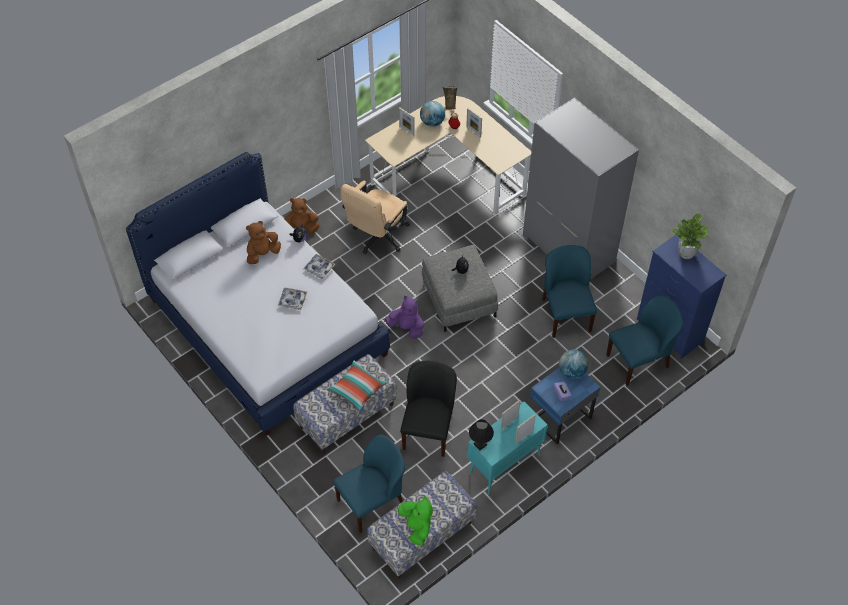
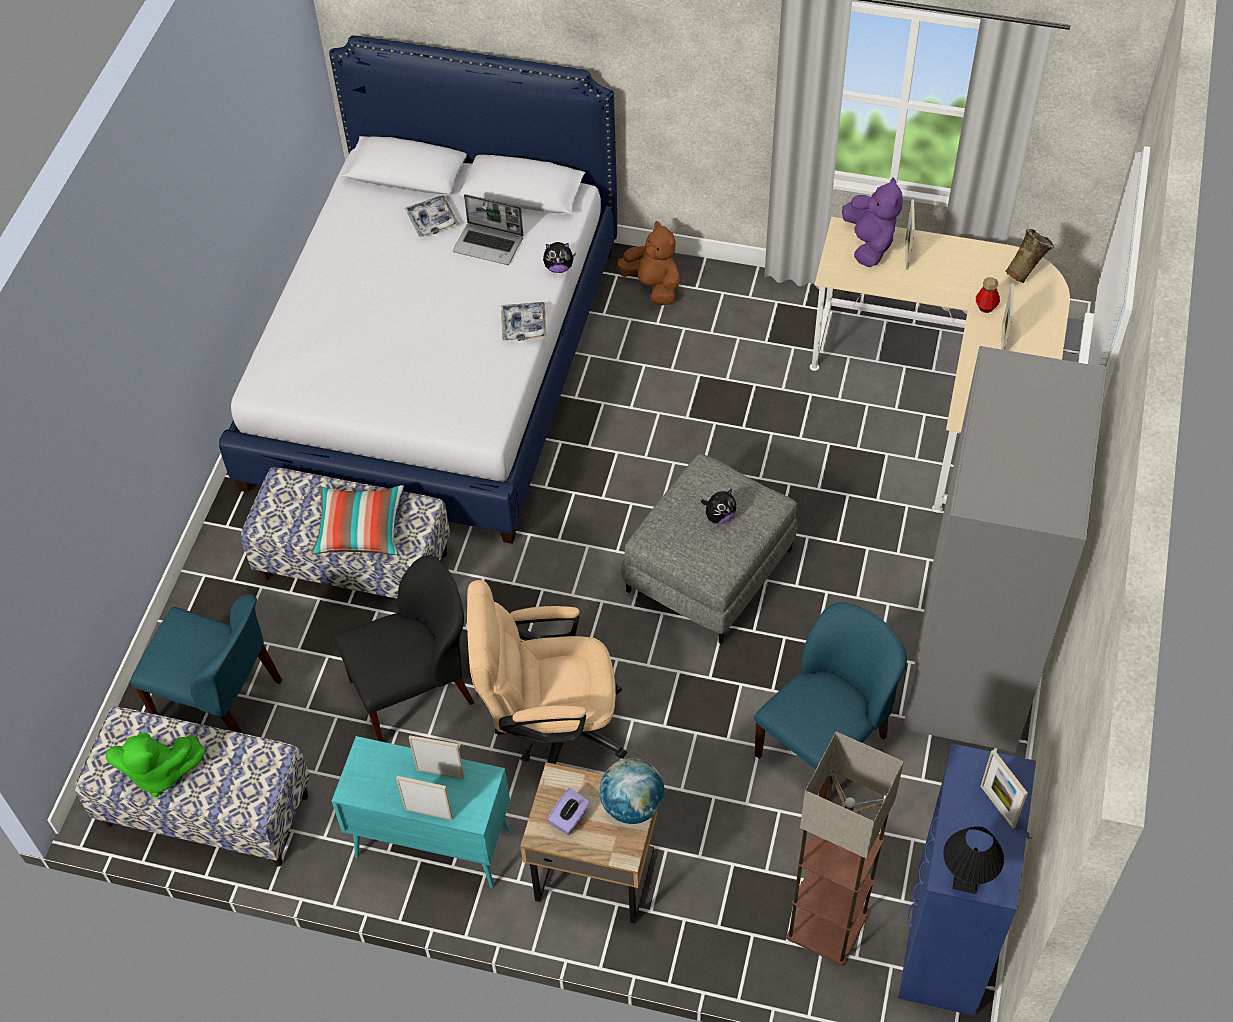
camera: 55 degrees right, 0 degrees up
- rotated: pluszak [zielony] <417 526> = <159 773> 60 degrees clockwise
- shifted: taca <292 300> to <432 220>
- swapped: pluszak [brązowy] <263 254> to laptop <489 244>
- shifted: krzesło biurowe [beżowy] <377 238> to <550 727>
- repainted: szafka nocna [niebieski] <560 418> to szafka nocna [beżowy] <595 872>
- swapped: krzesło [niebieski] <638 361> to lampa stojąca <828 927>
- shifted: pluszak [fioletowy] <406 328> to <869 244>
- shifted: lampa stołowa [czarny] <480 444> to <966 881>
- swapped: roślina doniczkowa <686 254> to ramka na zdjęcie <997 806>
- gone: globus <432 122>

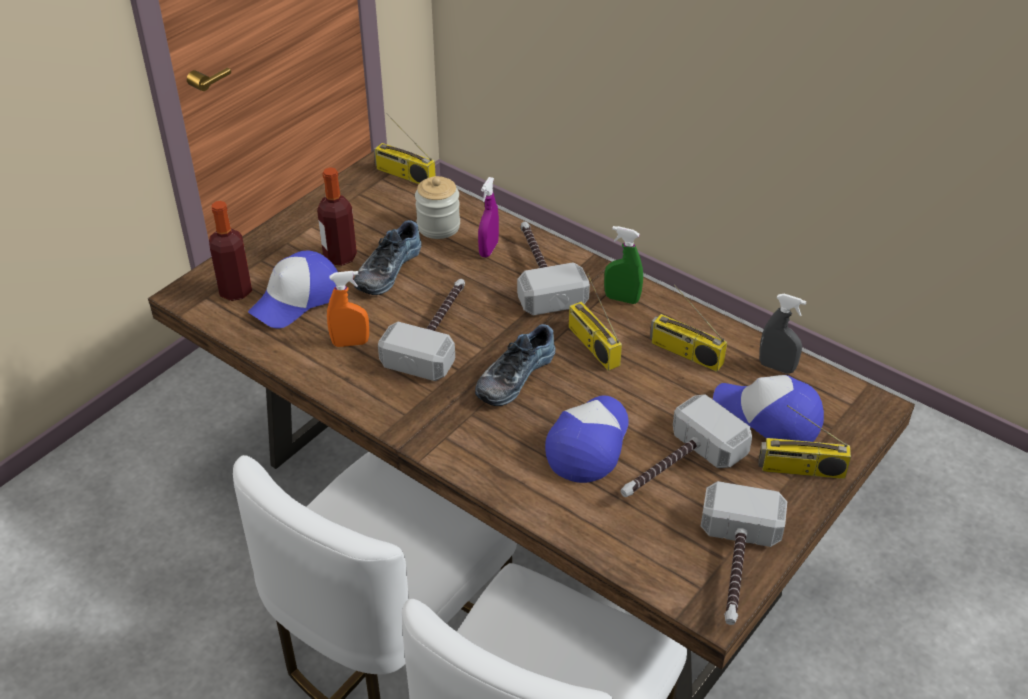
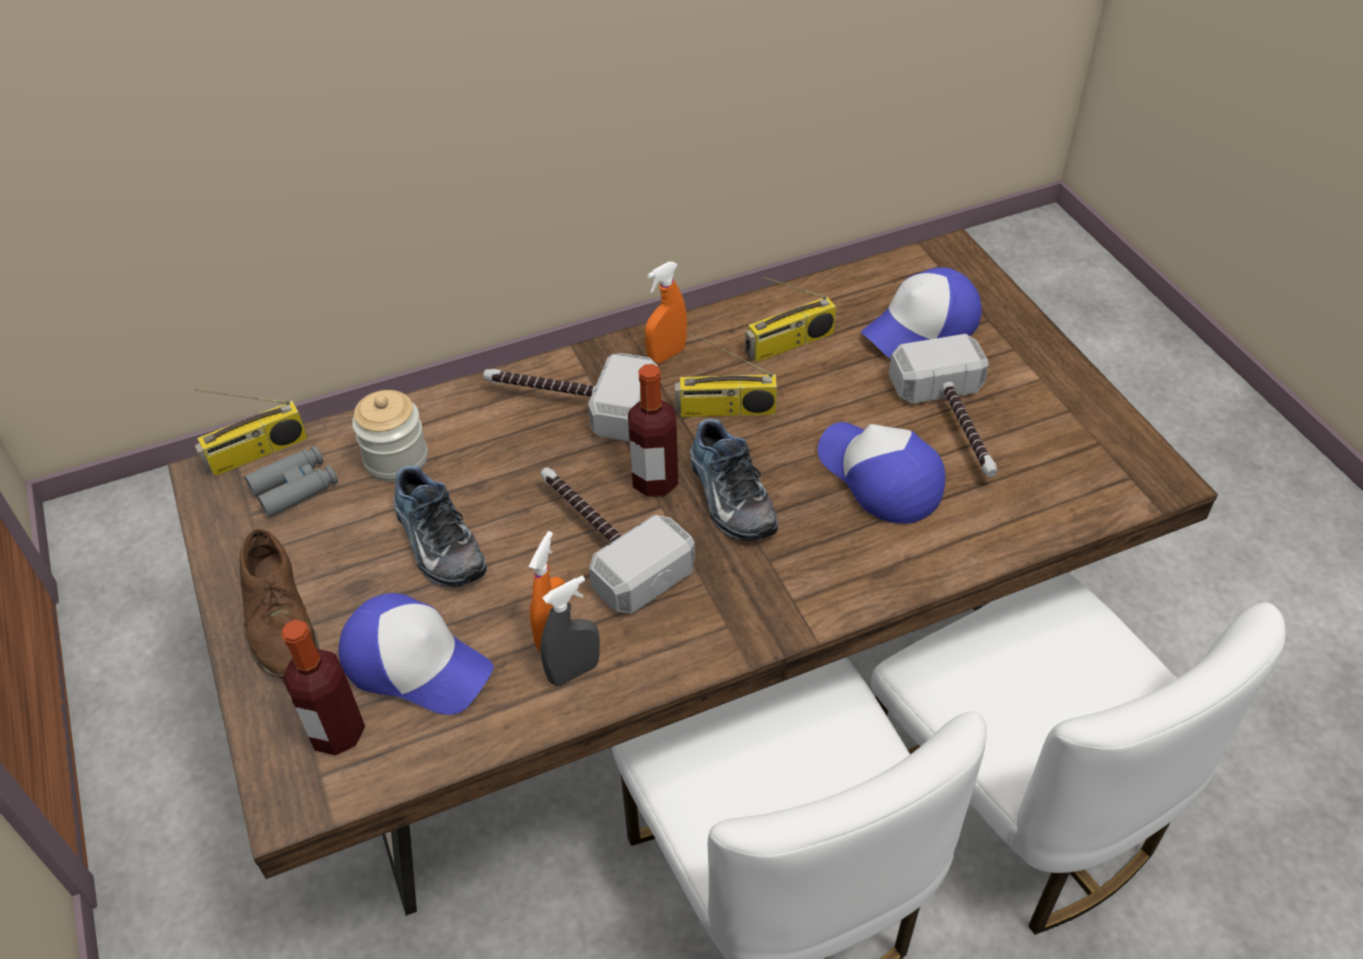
camera: 60 degrees left, 5 degrees up
- new: but [brązowy] <280 619>
- new: lornetka [szary] <295 487>
- rotated: czapka z daszkiem <297 299> = <416 664> 45 degrees counterclockwise
- shifted: spryskiwacz [szary] <776 367> to <574 672>
- shifted: butelka <340 257> to <655 481>
- repainted: spryskiwacz [zielony] <621 299> to spryskiwacz [pomarańczowy] <666 355>
- gone: spryskiwacz [fioletowy] <488 249>
- gone: młotek <736 568>
- gone: radio <801 470>

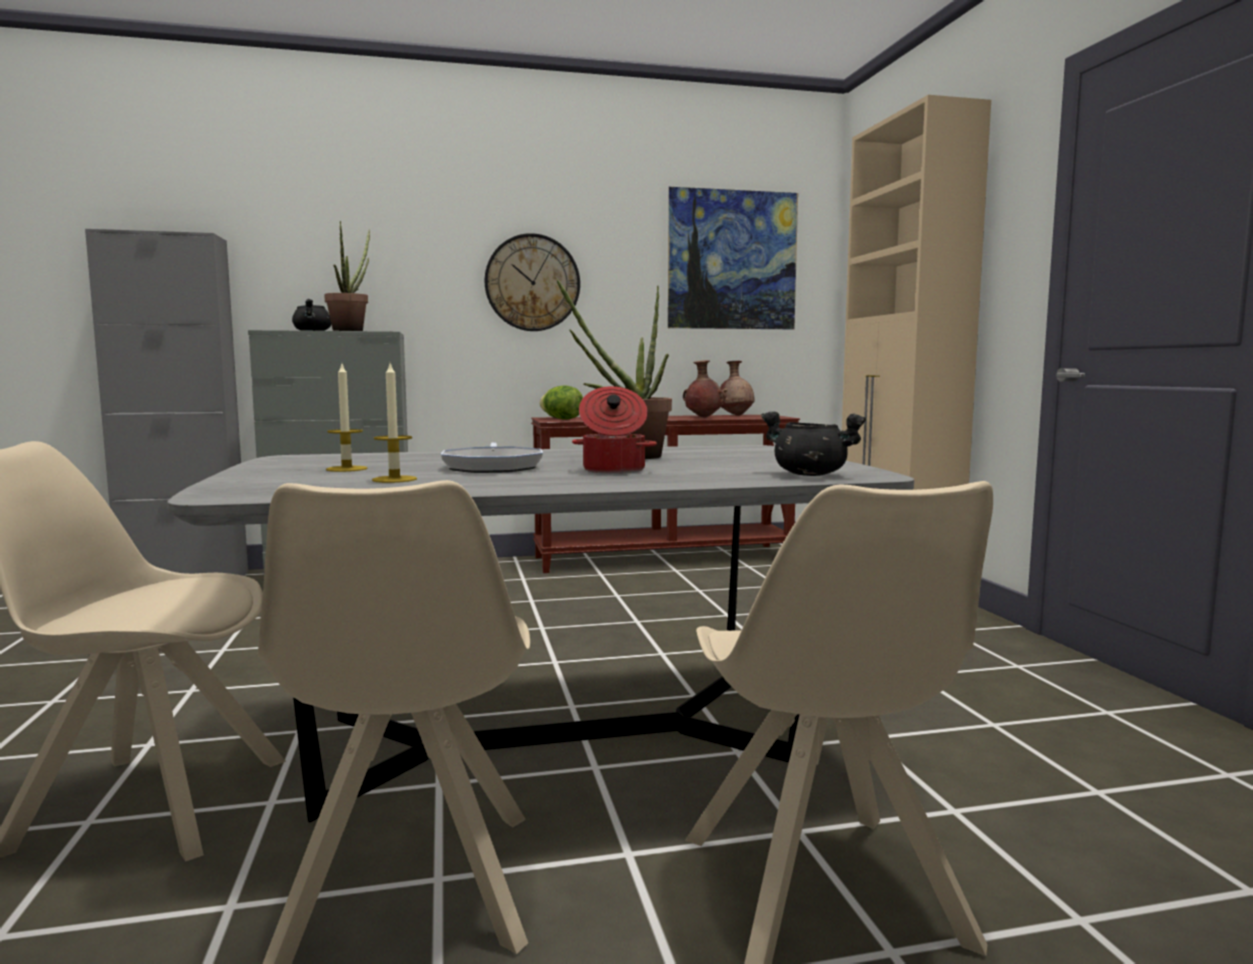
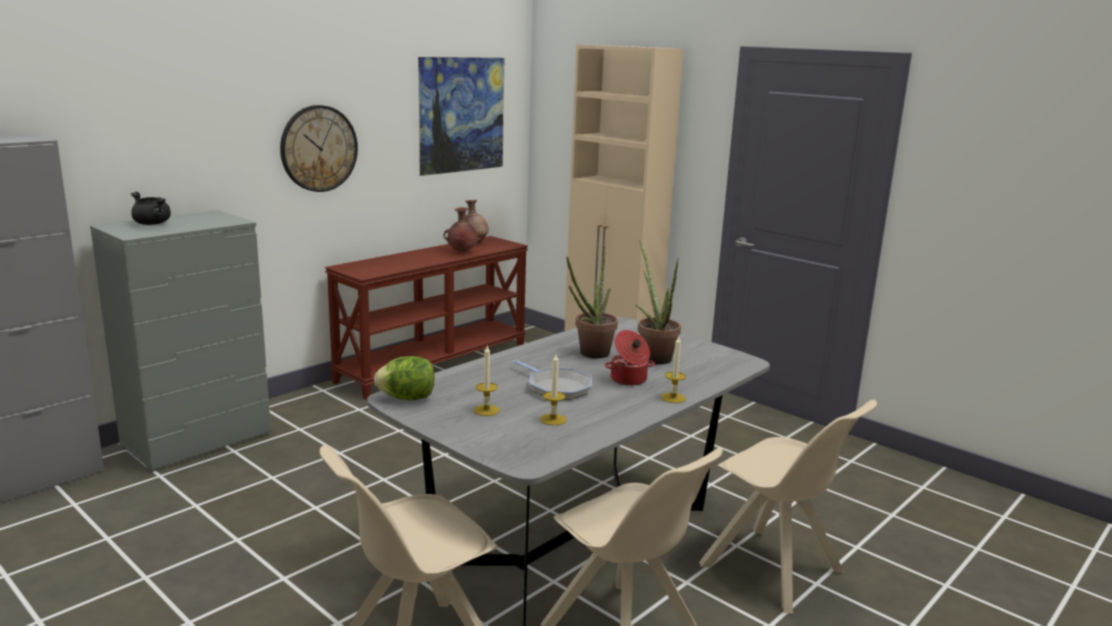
camera: 35 degrees left, 10 degrees up
- shifted: sałata <562 419> to <407 398>
- shifted: roślina doniczkowa <351 331> to <653 356>
- new: świeca <673 398>
- gone: garnek [czarny] <809 475>

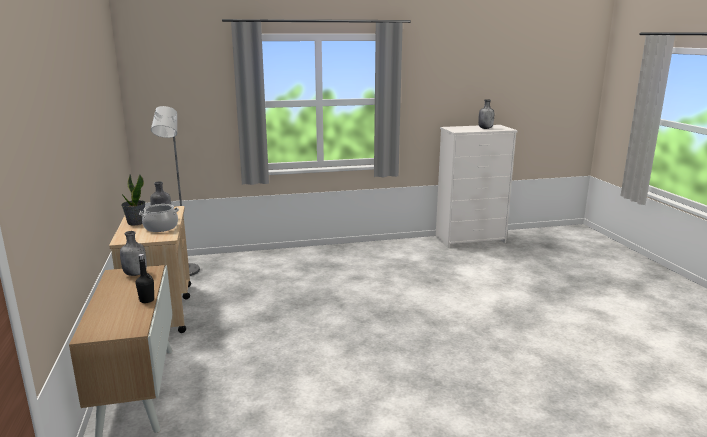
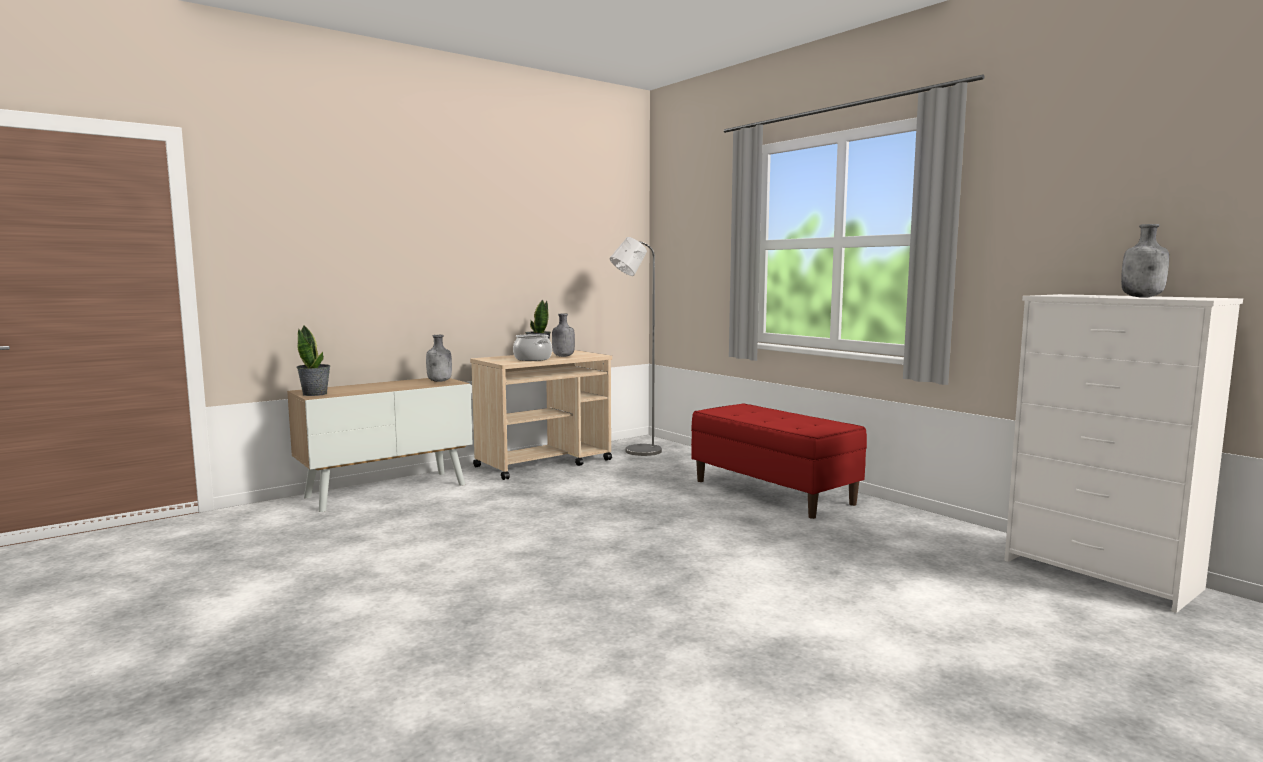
camera: 65 degrees right, 10 degrees down
- new: roślina doniczkowa <315 394>
- new: ławka [czerwony] <773 492>
- gone: butelka [czarny] <147 300>

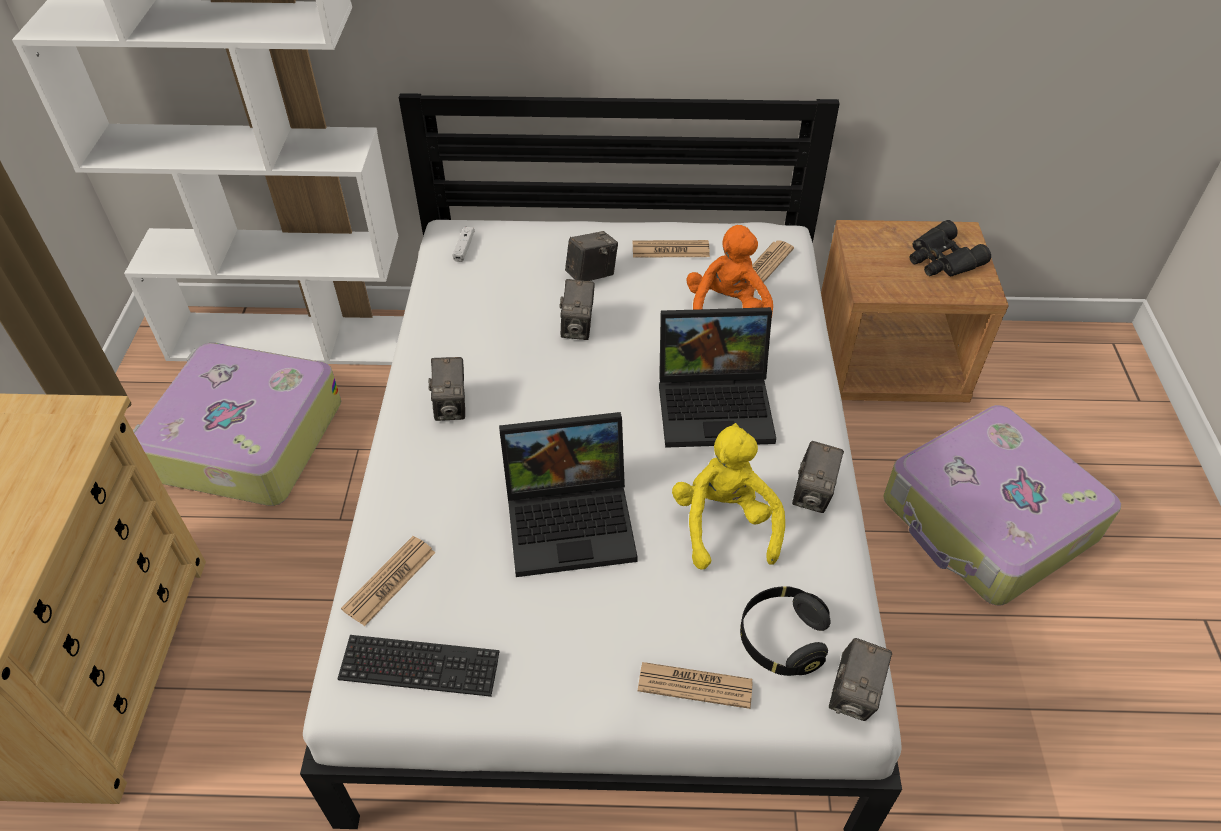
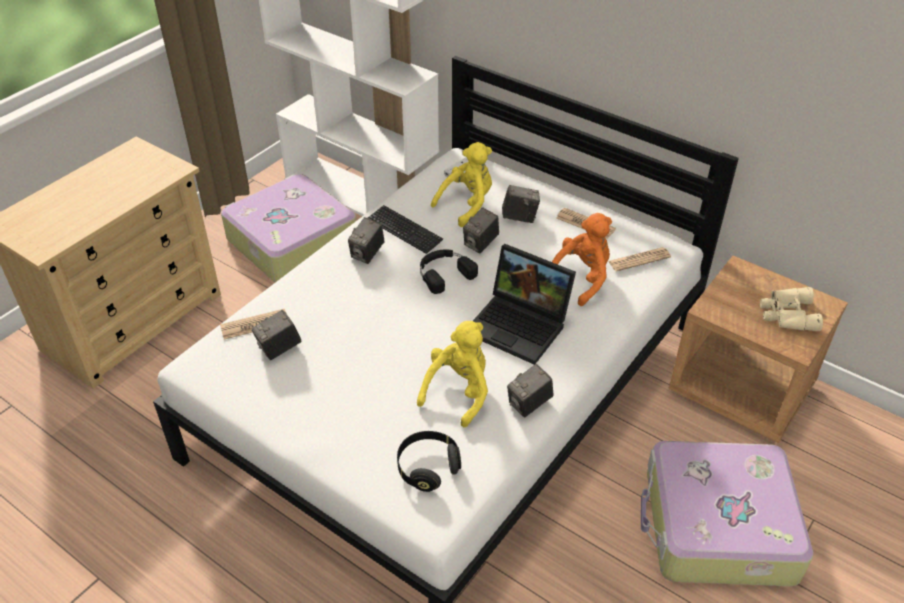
camera: 35 degrees right, 5 degrees down
- shifted: aparat fotograficzny <853 694> to <279 349>
- shifted: klawiatura <420 667> to <404 230>
- new: słuchawki [czarny] <444 273>
- new: pluszak [żółty] <467 204>
- repainted: lornetka [czarny] <941 260> to lornetka [beżowy] <787 314>
- gone: laptop <573 519>
- gone: gazeta <695 685>

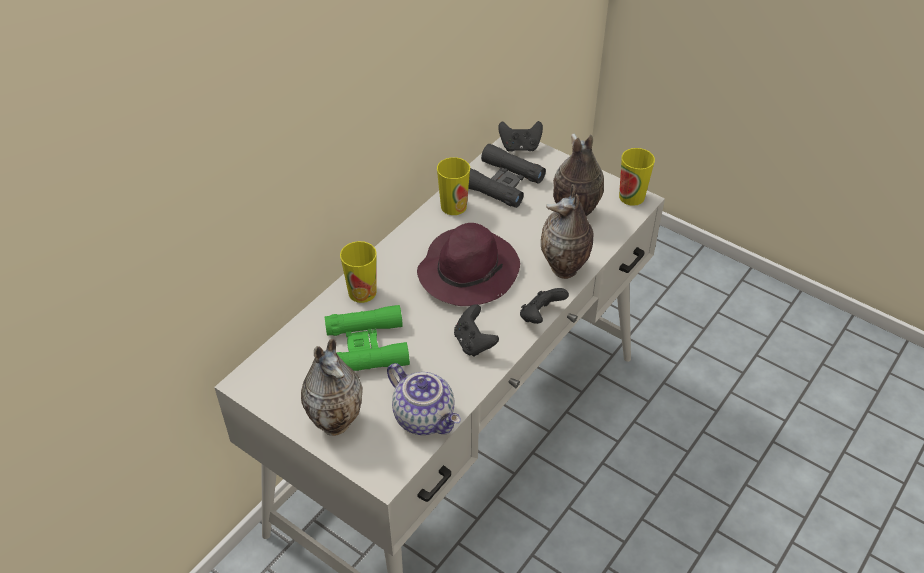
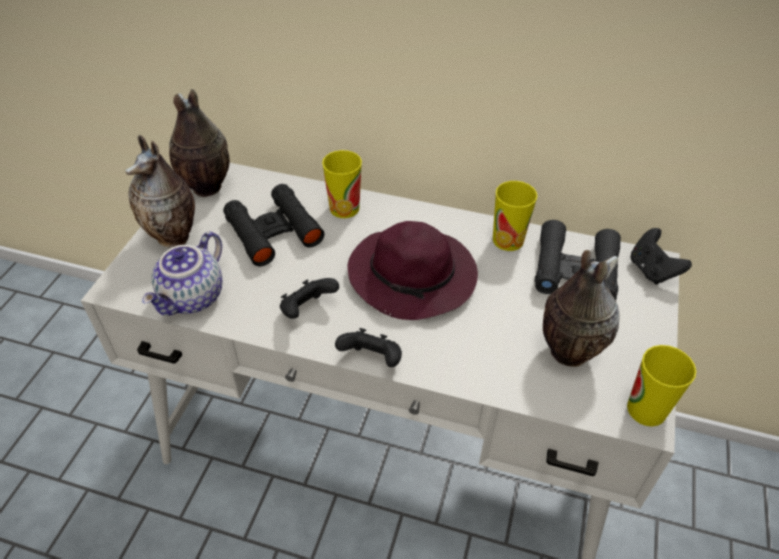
camera: 70 degrees right, 0 degrees up
- shifted: wazon <565 269> to <206 189>
- repainted: lornetka [zielony] <367 347> to lornetka [czarny] <273 231>

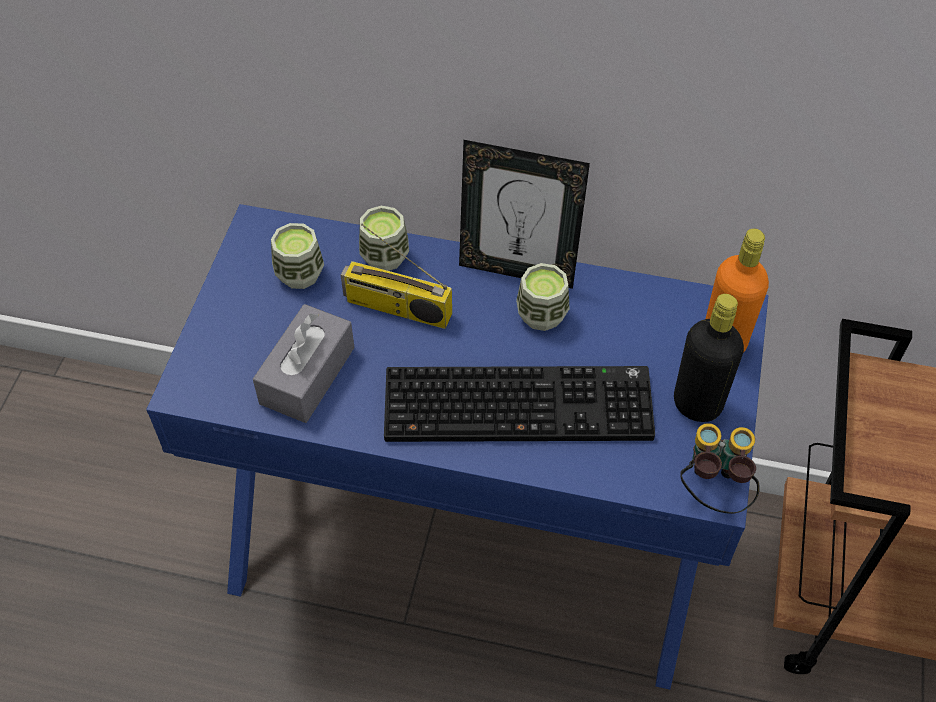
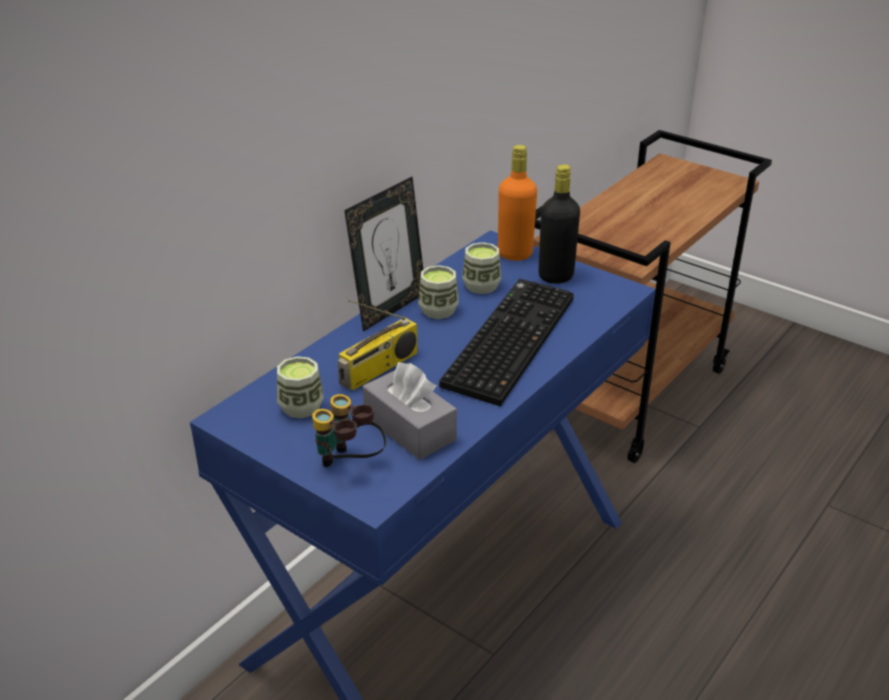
camera: 65 degrees left, 20 degrees down
- shifted: lornetka <712 491> to <349 464>
- shifted: filiżanka <384 256> to <481 286>

